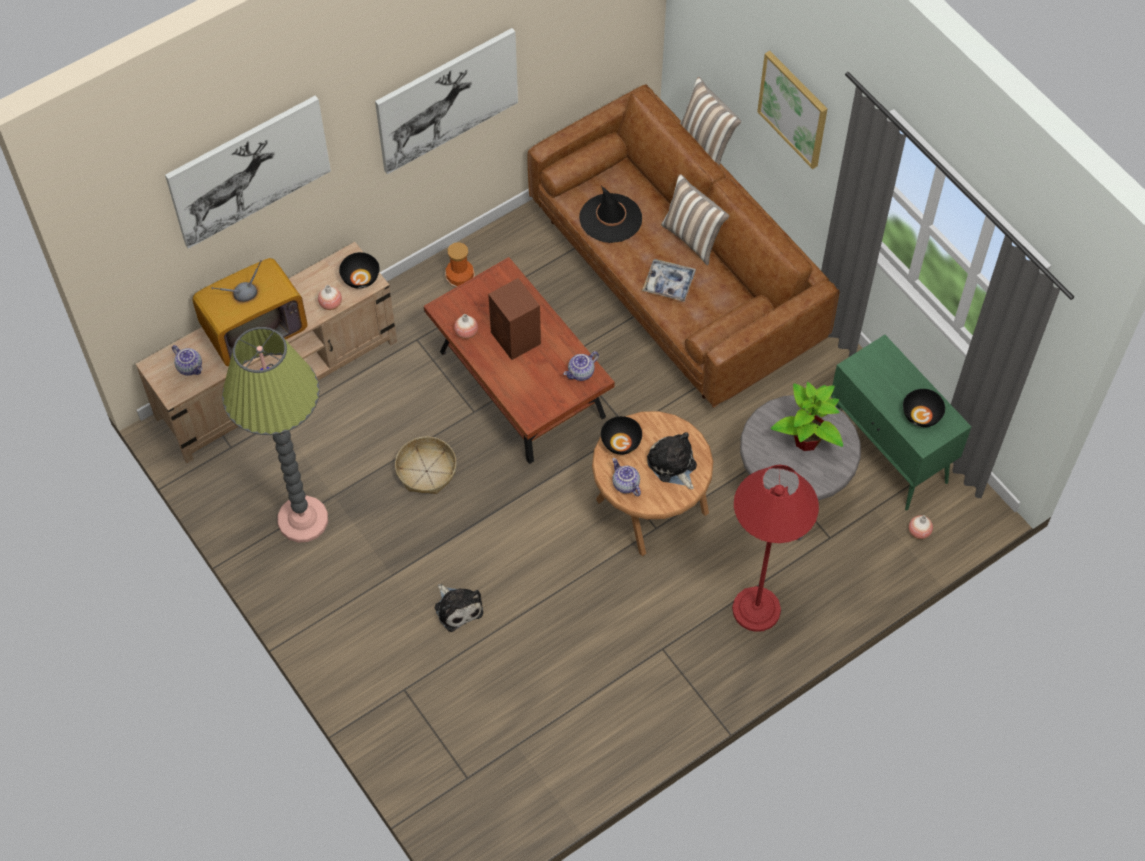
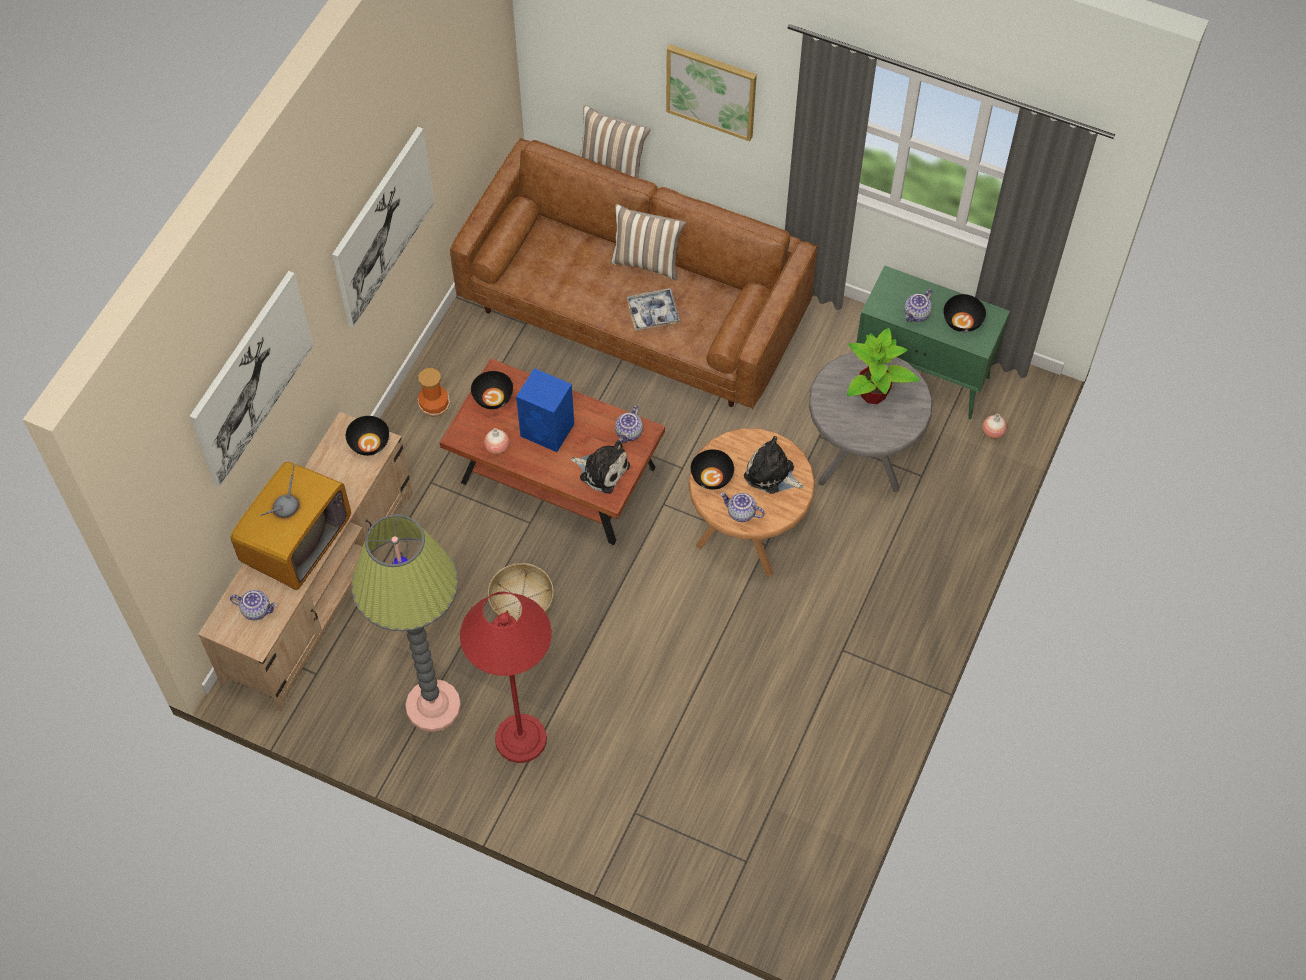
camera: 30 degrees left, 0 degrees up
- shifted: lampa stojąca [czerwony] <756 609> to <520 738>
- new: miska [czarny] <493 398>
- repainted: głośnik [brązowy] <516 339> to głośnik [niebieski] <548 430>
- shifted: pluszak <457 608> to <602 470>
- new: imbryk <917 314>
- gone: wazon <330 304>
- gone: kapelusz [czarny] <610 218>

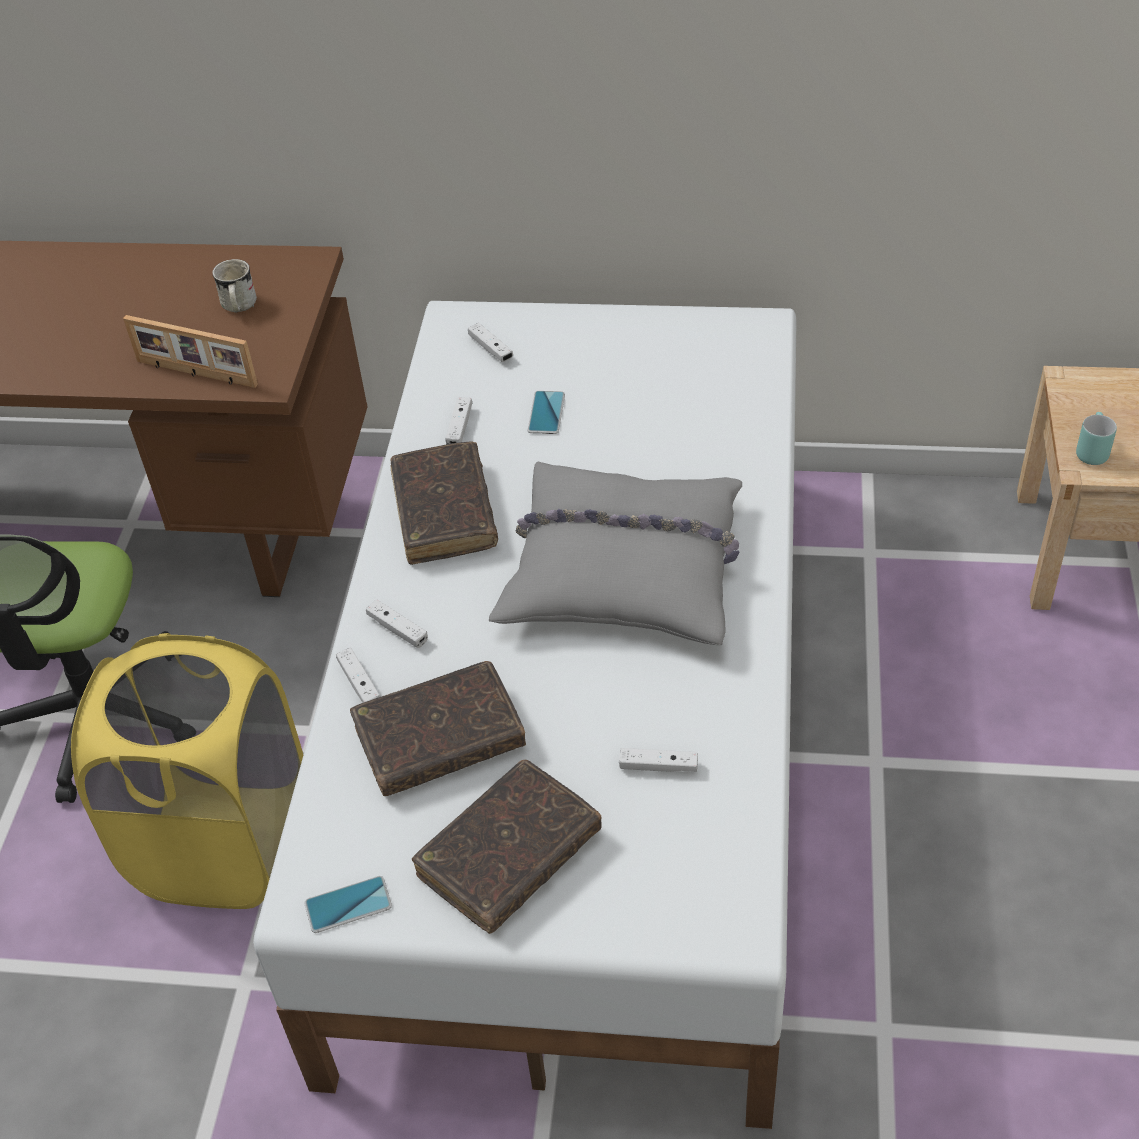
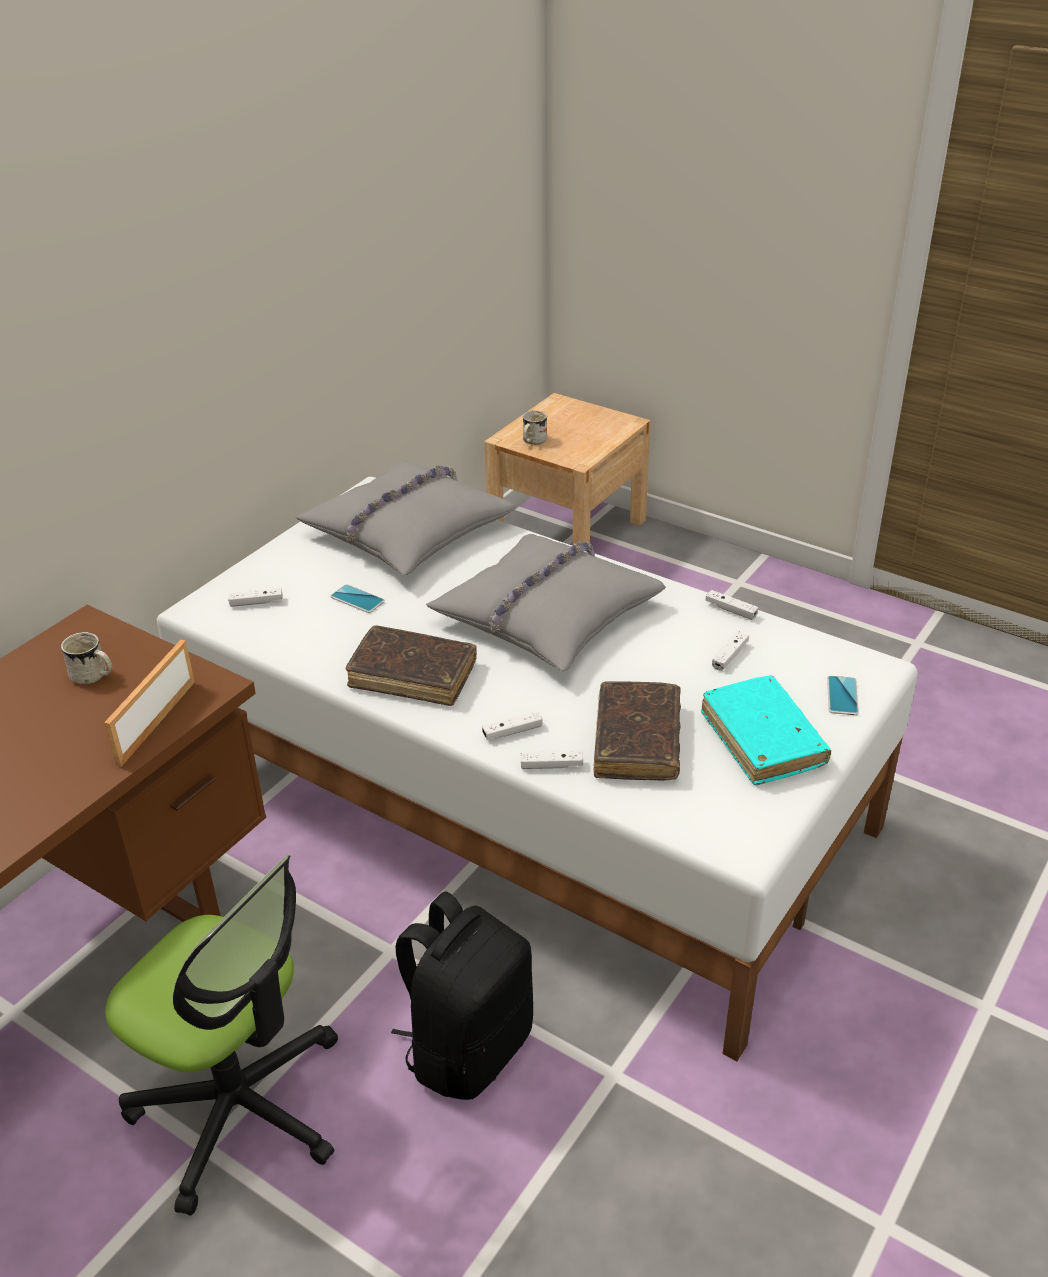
camera: 65 degrees left, 10 degrees down
- rotated: ramka na zdjęcie <195 374> = <155 722> 150 degrees clockwise
- new: poduszka [szary] <407 531>
- swapped: kosz na pranie [żółty] <225 846> to plecak [czarny] <468 1047>
- new: kubek [biały] <532 441>
- repainted: książka [brązowy] <509 855> to książka [turkusowy] <762 740>
- shifted: pad do gier [biały] <459 427> to <731 610>
- shifted: telefon <348 905> to <842 696>
- gone: kubek [turkusowy] <1089 450>

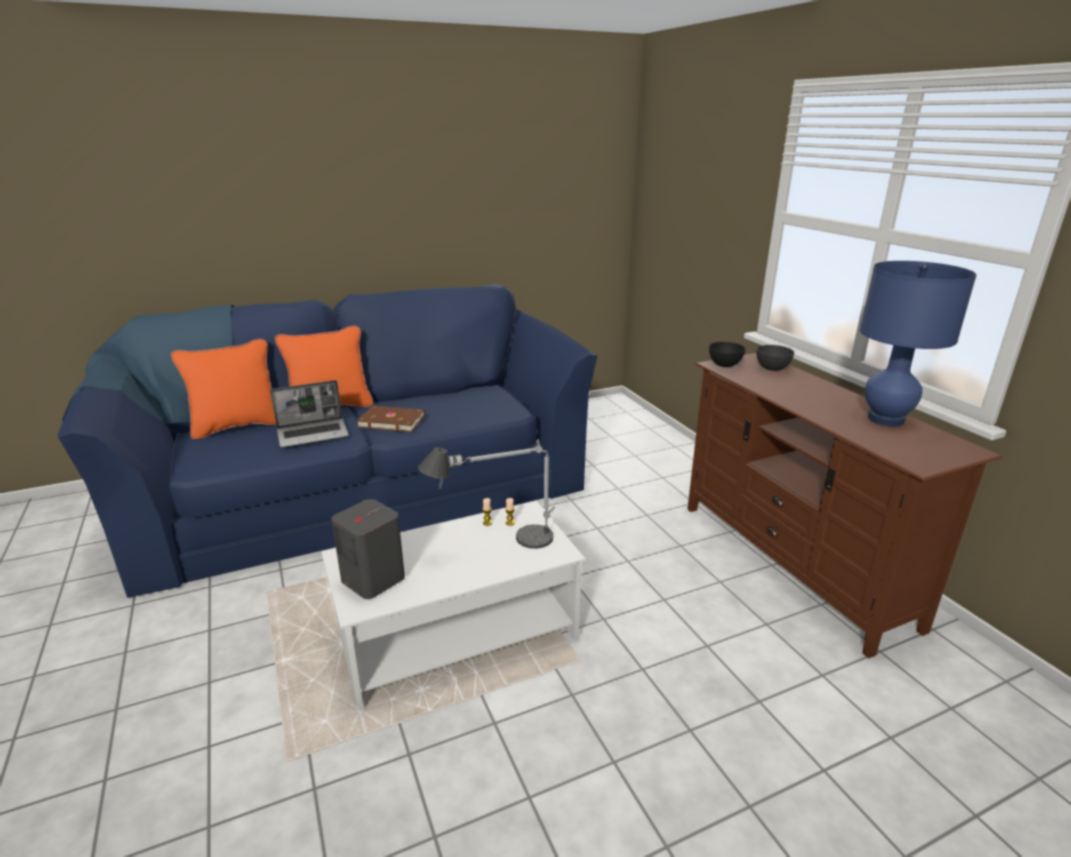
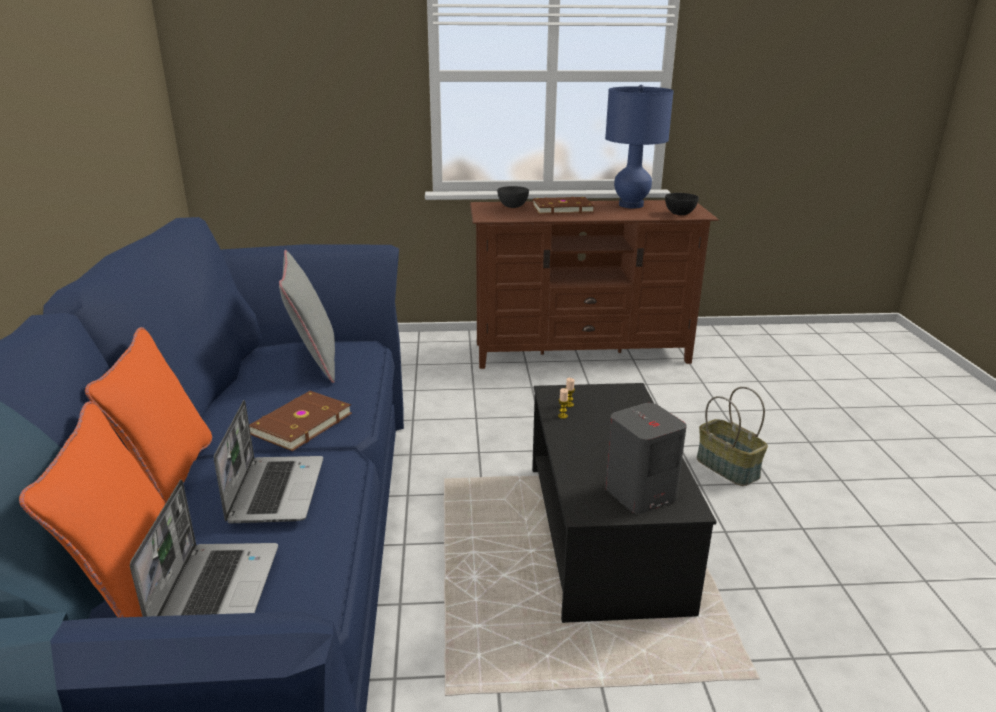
camera: 70 degrees left, 0 degrees up
- new: laptop <216 590>
- new: poduszka [szary] <314 362>
- repainted: ława [biały] <459 634> to ława [czarny] <603 532>
- new: książka [brązowy] <562 208>
- shifted: miska [czarny] <724 365> to <679 214>
- new: koszyk <728 468>
- gone: lampa stołowa <496 544>

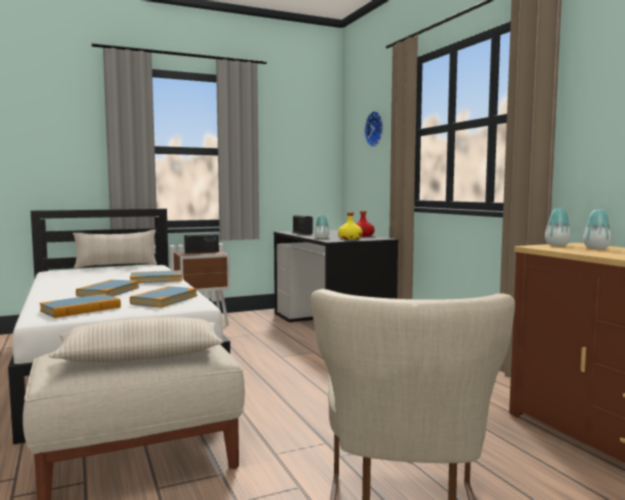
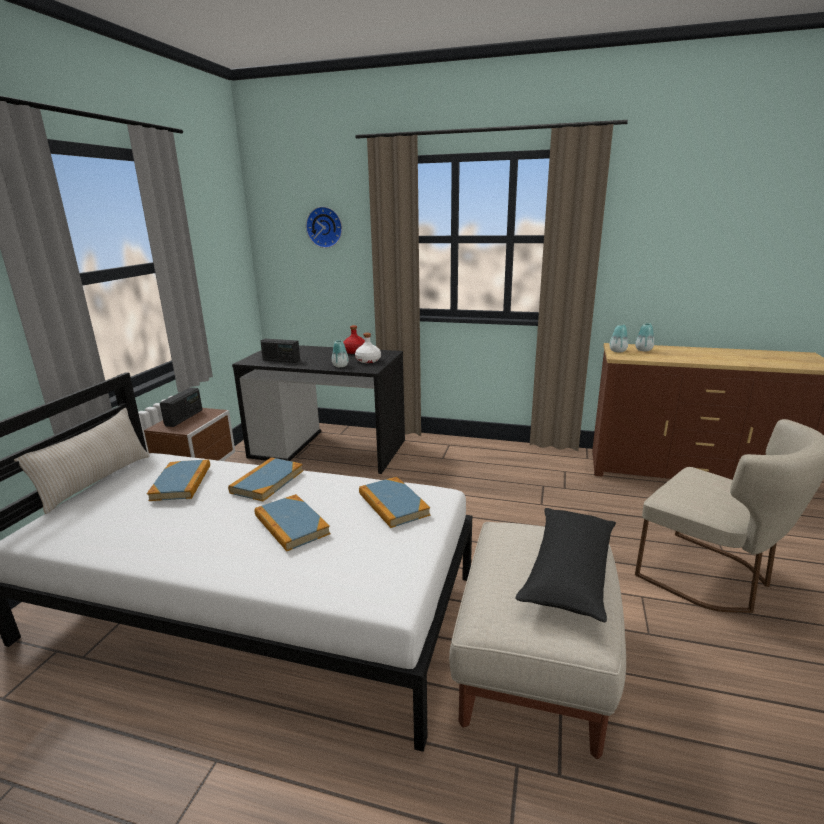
camera: 50 degrees left, 15 degrees up
- shifted: książka <81 309> to <181 483>
- repainted: butelka [żółty] <349 238> to butelka [biały] <368 360>
- repainted: poduszka [beżowy] <141 356> to poduszka [czarny] <569 572>

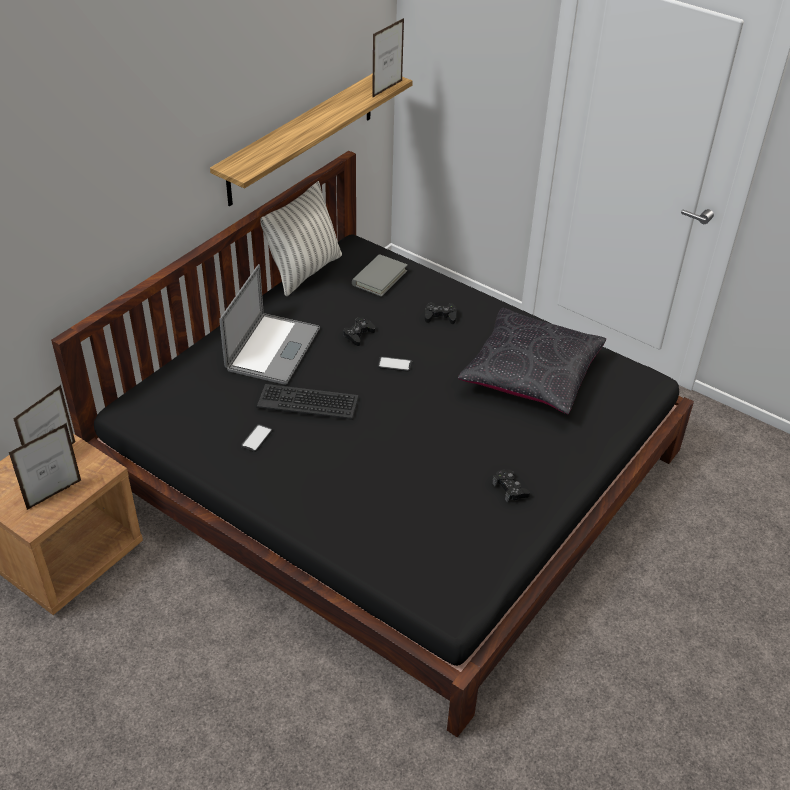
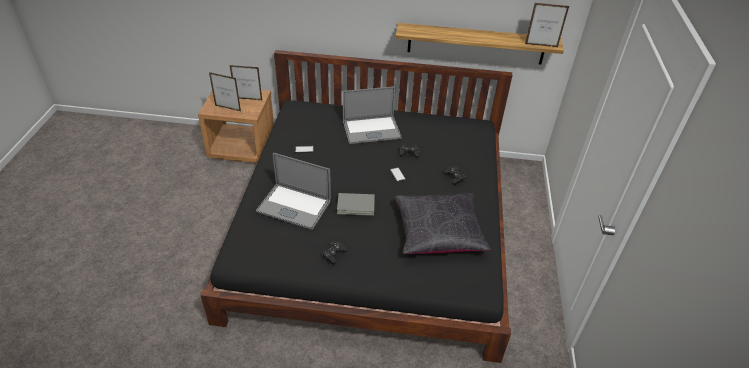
camera: 60 degrees right, 0 degrees up
- new: laptop <294 206>
- shifted: książka [szary] <379 278> to <356 205>
- gone: klawiatura <308 402>
- gone: poduszka <305 271>

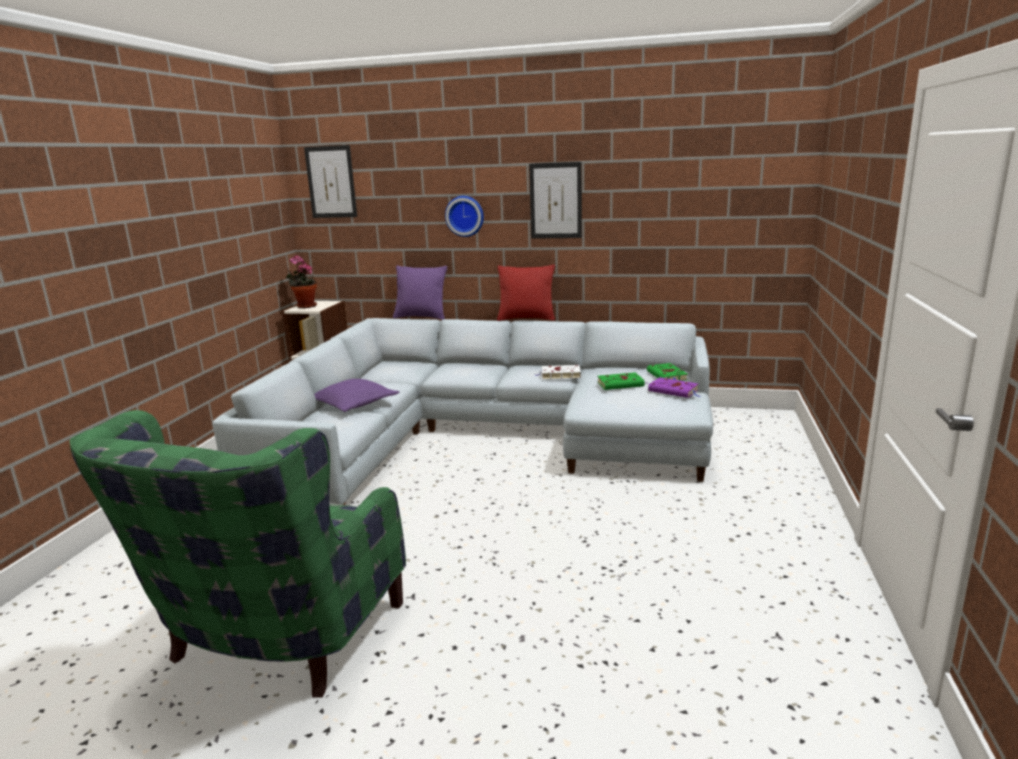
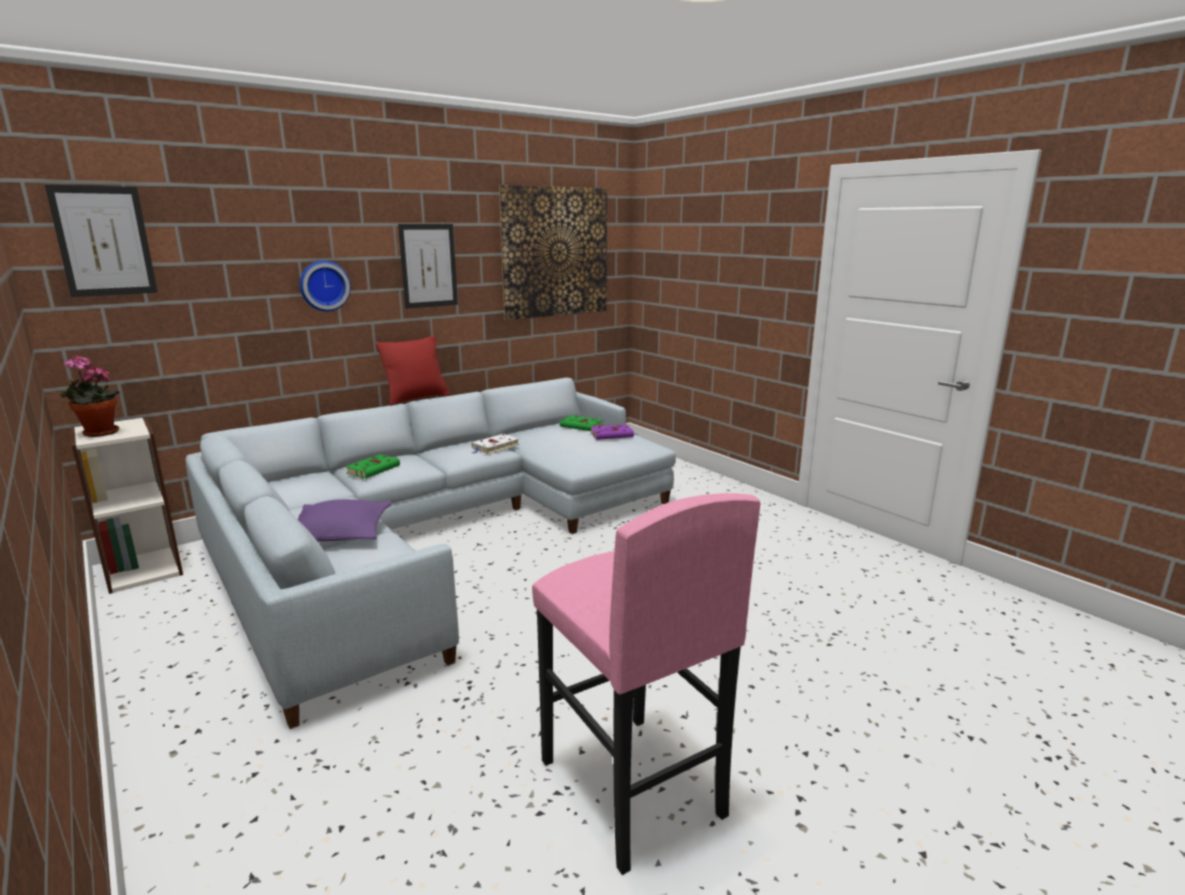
camera: 50 degrees left, 0 degrees up
- shifted: książka [zielony] <621 384> to <374 469>
- new: obraz <555 252>
- swapped: fotel [zielony] <273 644> to stołek [różowy] <630 788>
- gone: poduszka [fioletowy] <421 317>

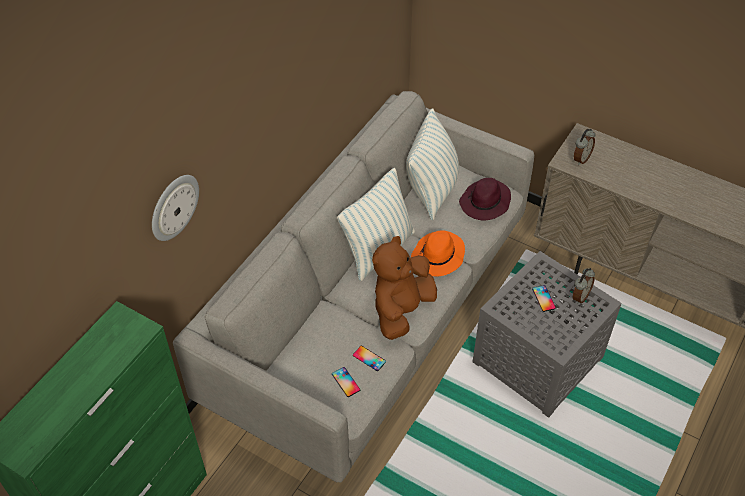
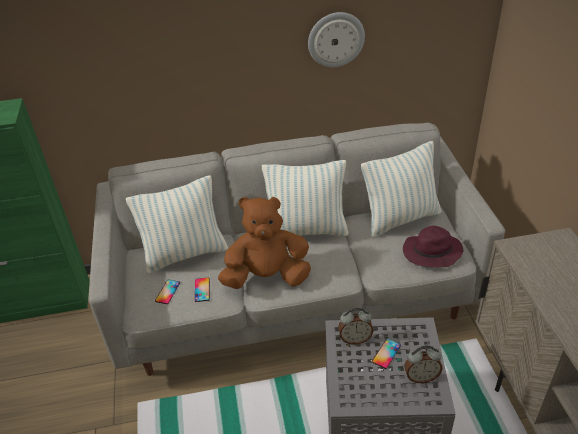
camera: 50 degrees right, 10 degrees down
- new: poduszka <185 254>
- shifted: zegar ścienny <173 206> to <335 39>
- shifted: budzik <581 159> to <355 339>
- gone: kapelusz [pomarańczowy] <438 257>

